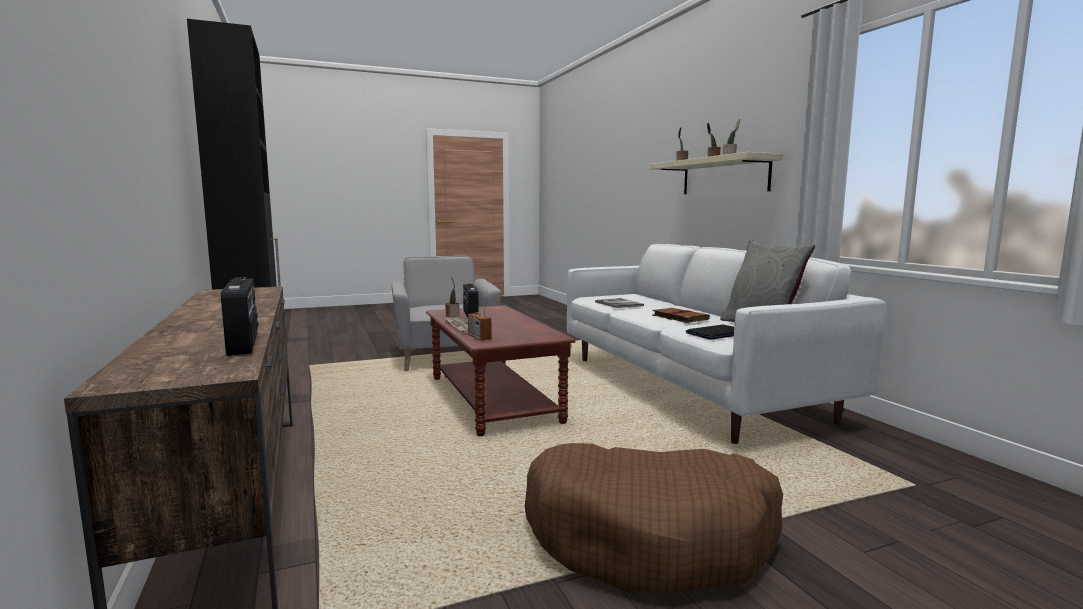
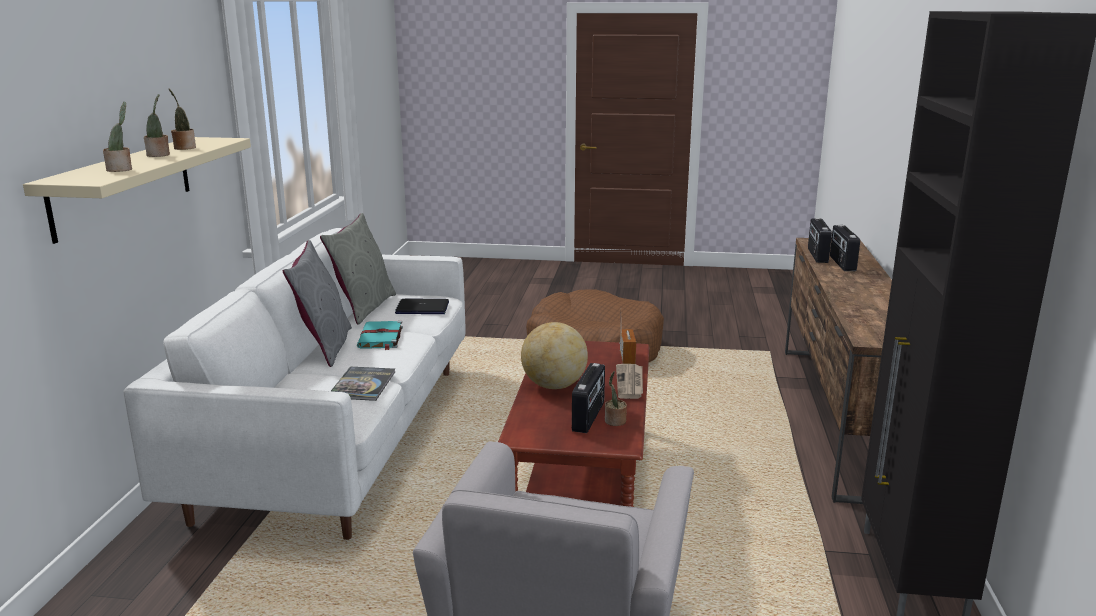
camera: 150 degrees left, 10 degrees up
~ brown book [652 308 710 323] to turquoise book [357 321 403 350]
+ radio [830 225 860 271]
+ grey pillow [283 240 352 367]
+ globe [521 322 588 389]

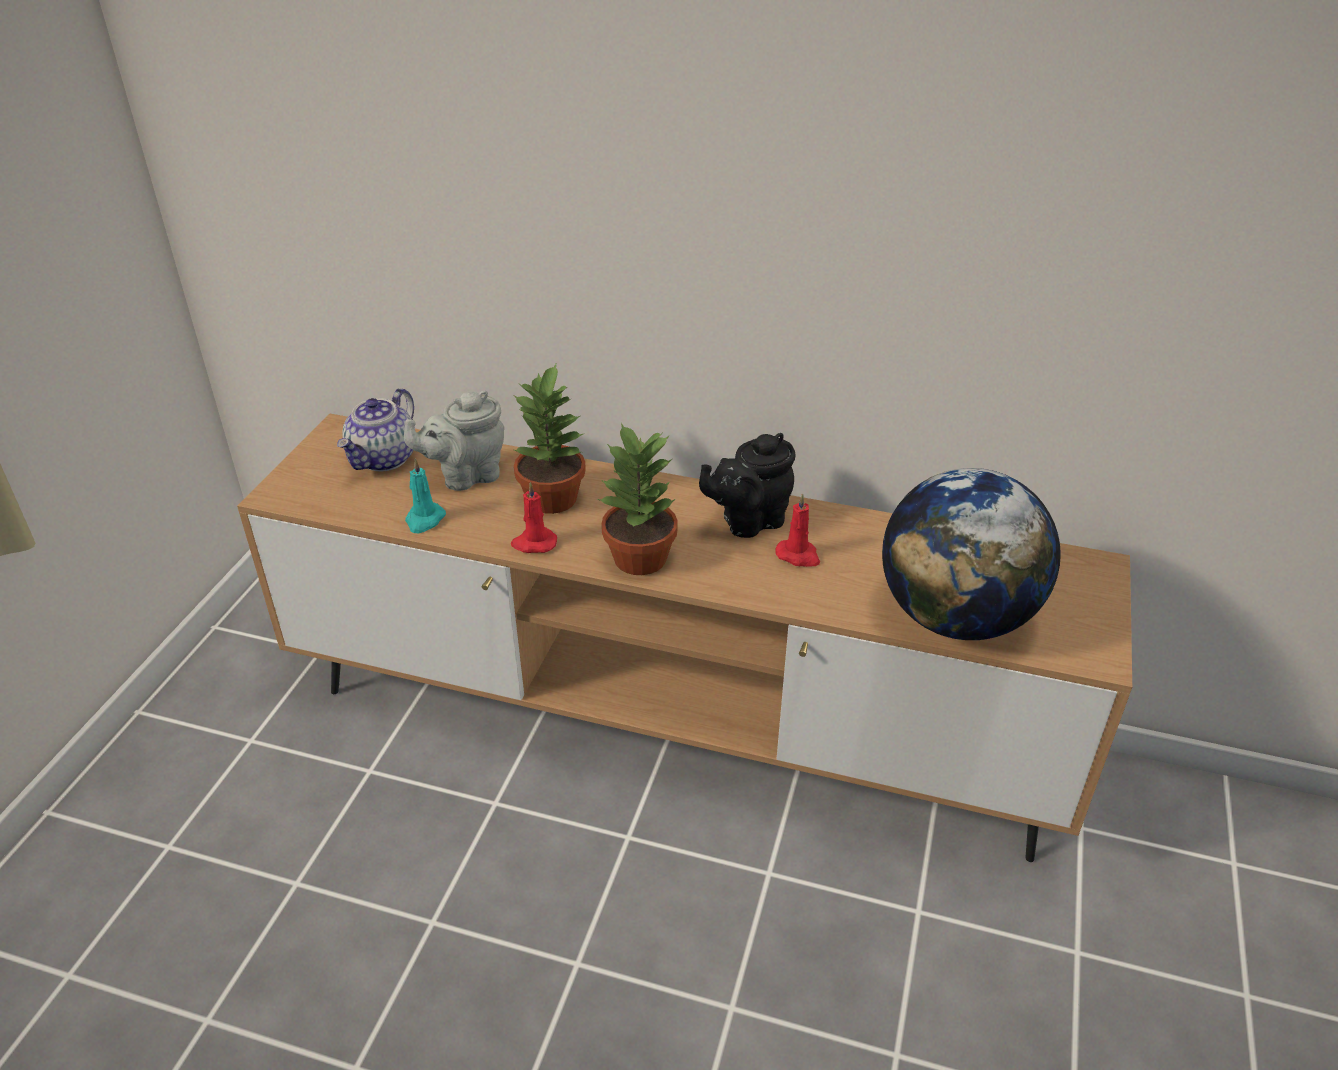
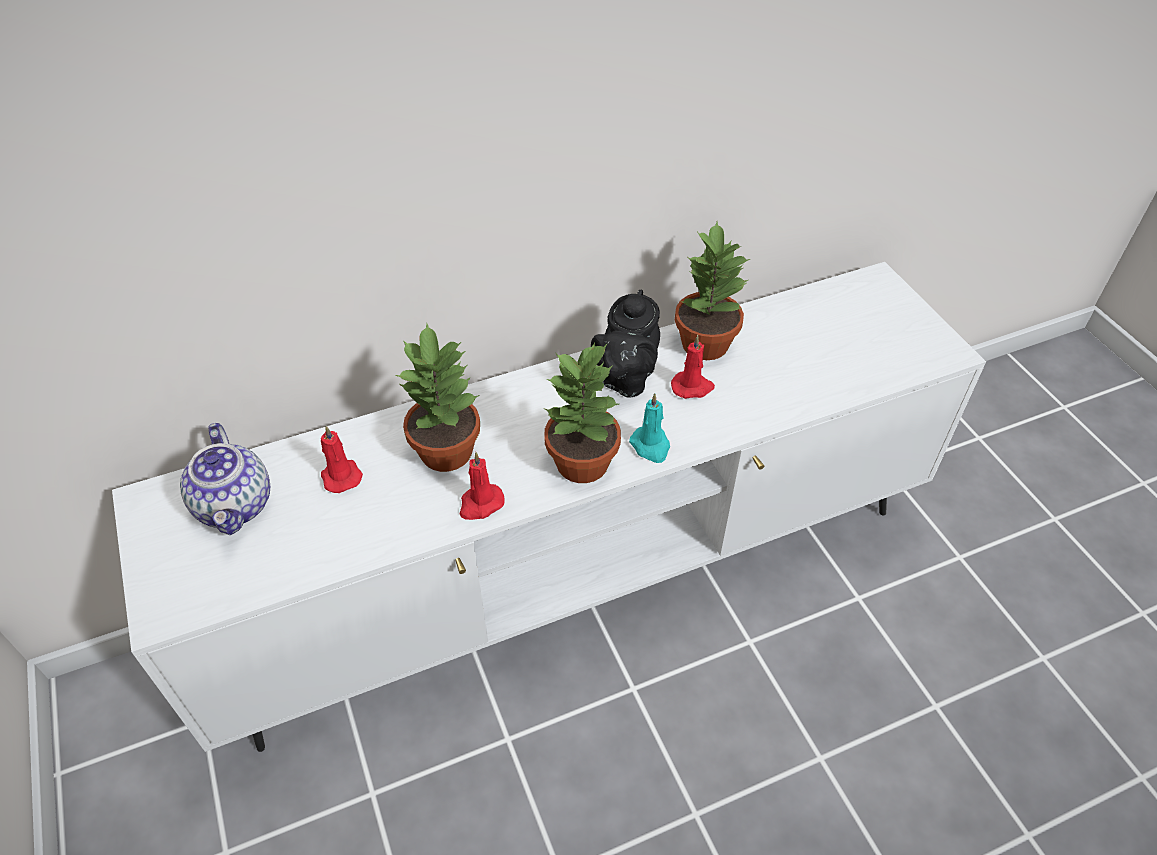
camera: 40 degrees left, 10 degrees up
~ grey teapot [404 390 504 491] to red candle [321 426 363 493]
~ brown tv stand [237 413 1132 862] to white tv stand [112 262 986 752]
~ turquoise candle [405 459 446 533] to [629 393 670 463]
- globe [882 468 1061 640]
+ potted plant [675 222 750 360]

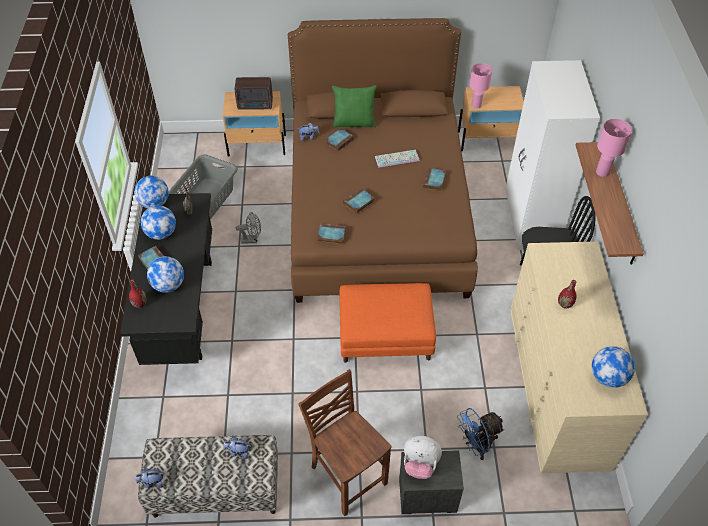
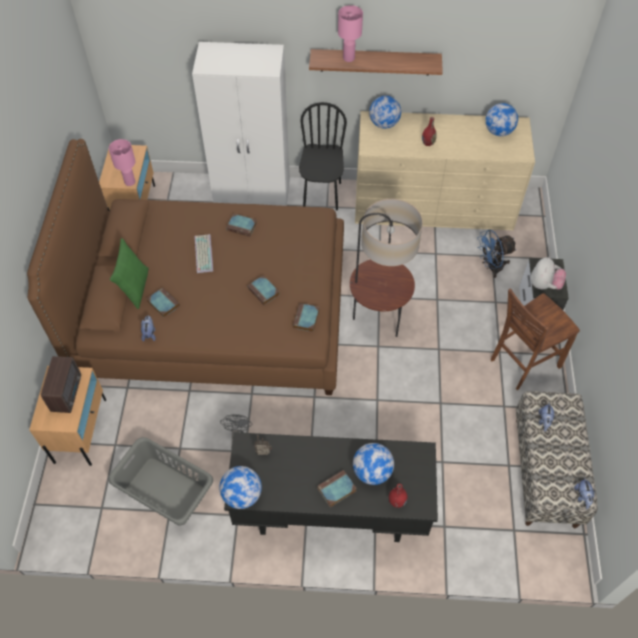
camera: 85 degrees left, 5 degrees up
~ globe [141 205 176 240] to [369 96 401 129]
~ orange ottoman [339 283 436 363] to floor lamp [350 199 423 337]
~ blue fan [457 408 505 460] = [477 230 517 278] 90 degrees clockwise

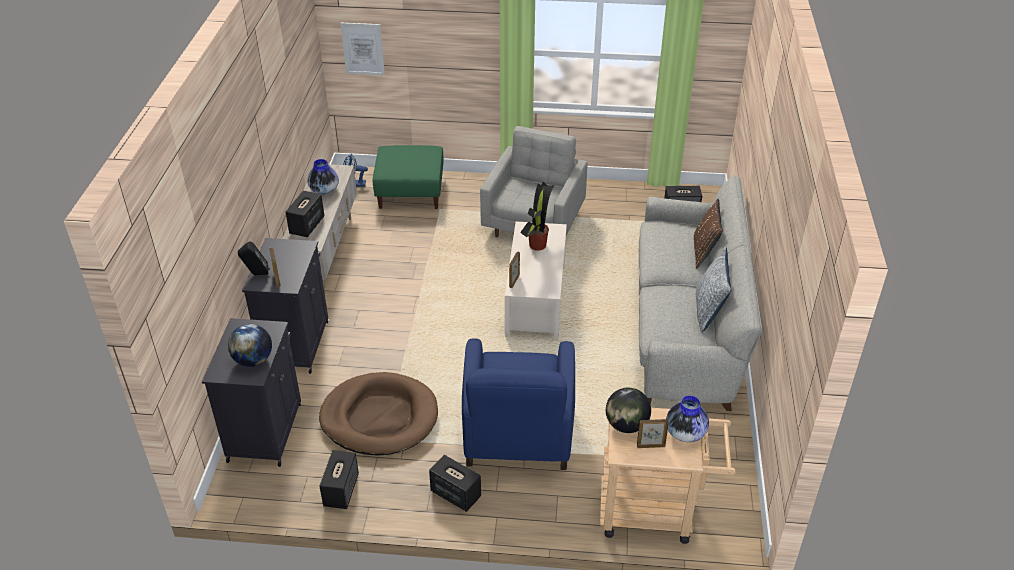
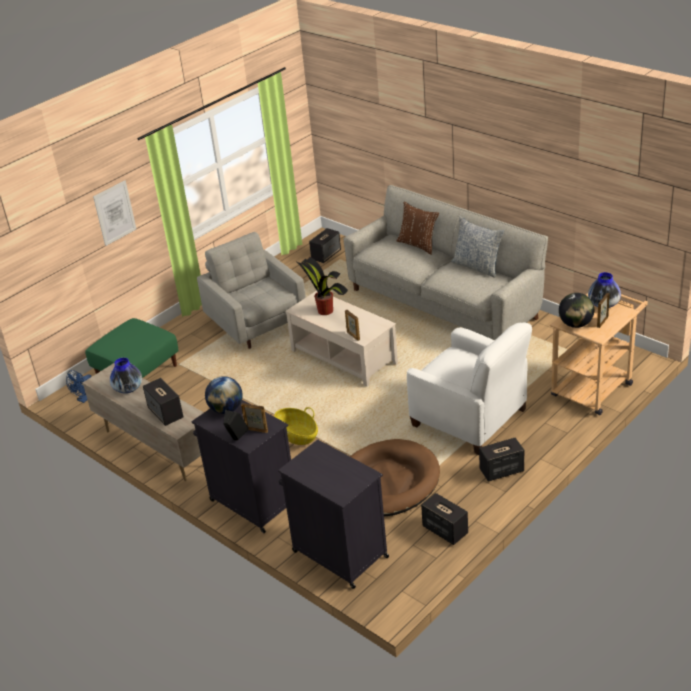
camera: 50 degrees left, 5 degrees down
~ picture [340 23 385 76] to [93 181 136 246]
~ globe [228 324 272 367] to [205 376 243 414]
~ blue armchair [462 338 575 470] to white armchair [407 323 532 455]
+ basket [274 407 318 445]

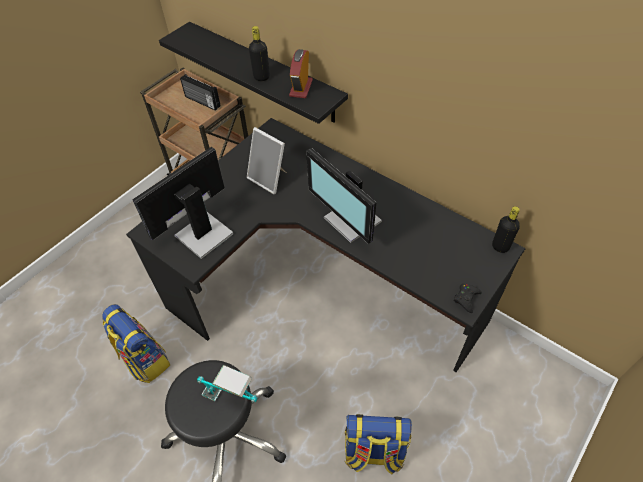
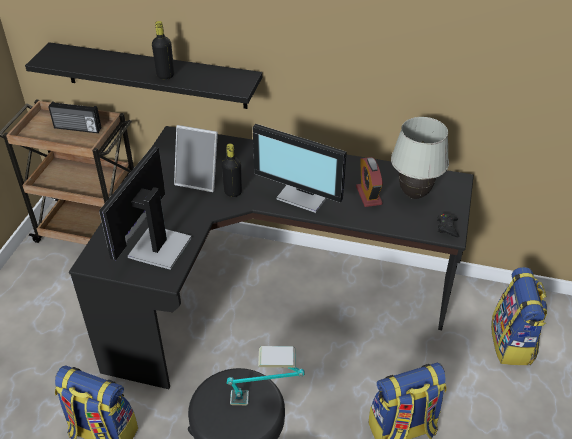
camera: 25 degrees left, 10 degrees down
~ alarm clock [289 49 313 98] to [356 157 383 207]
~ black bottle [492 206 520 253] to [222 144 242 197]
+ white table lamp [391 117 449 199]
+ backpack [491 267 547 365]

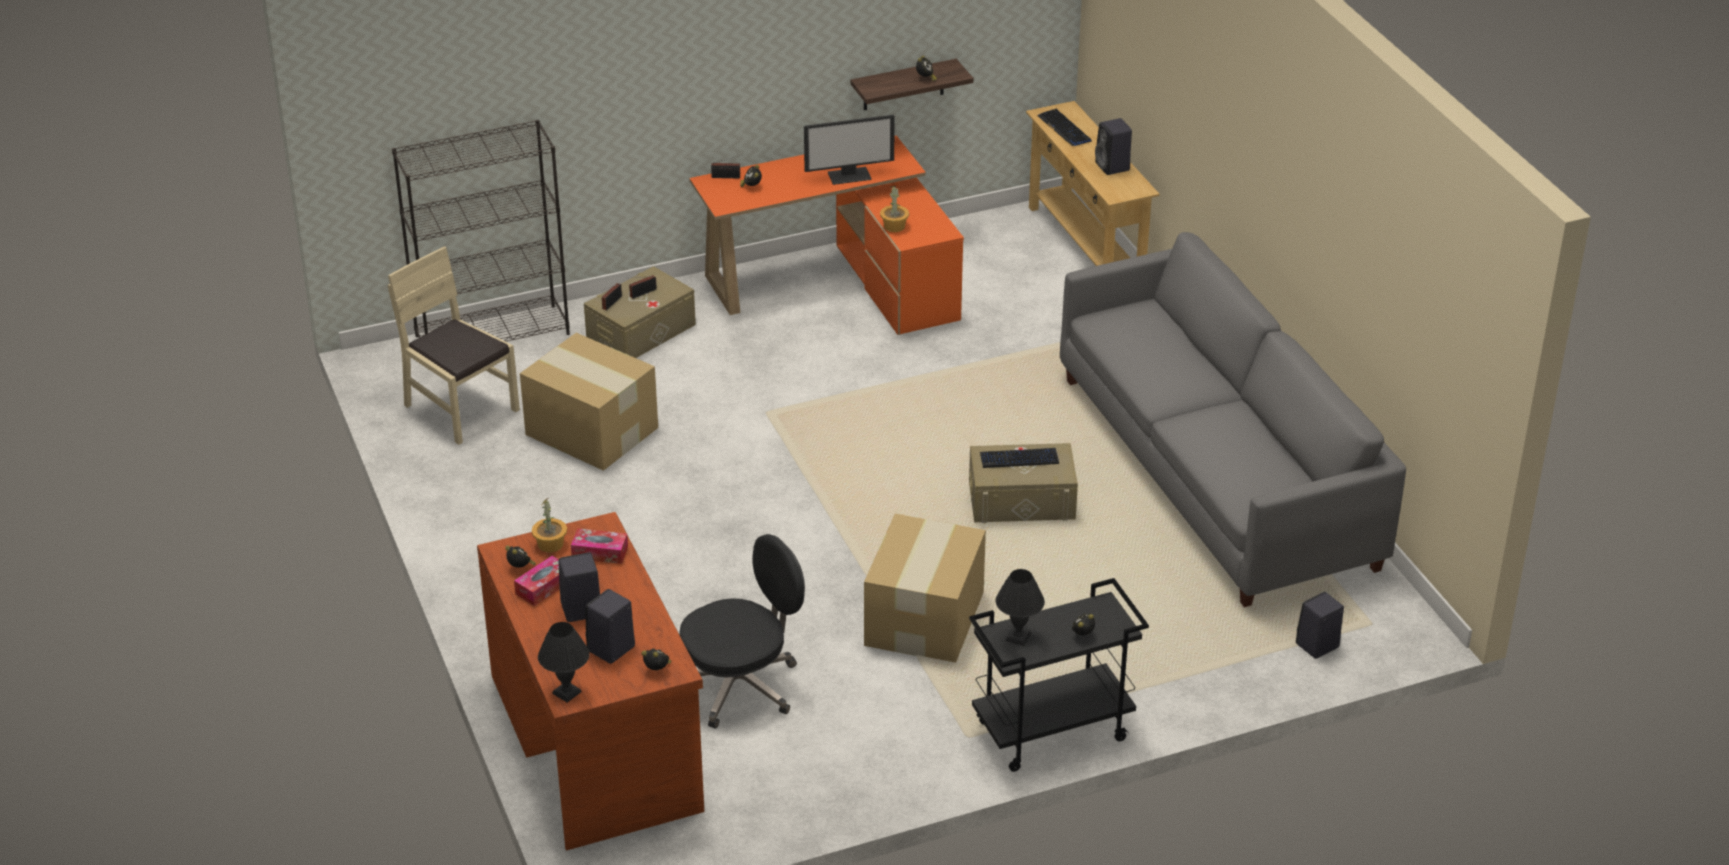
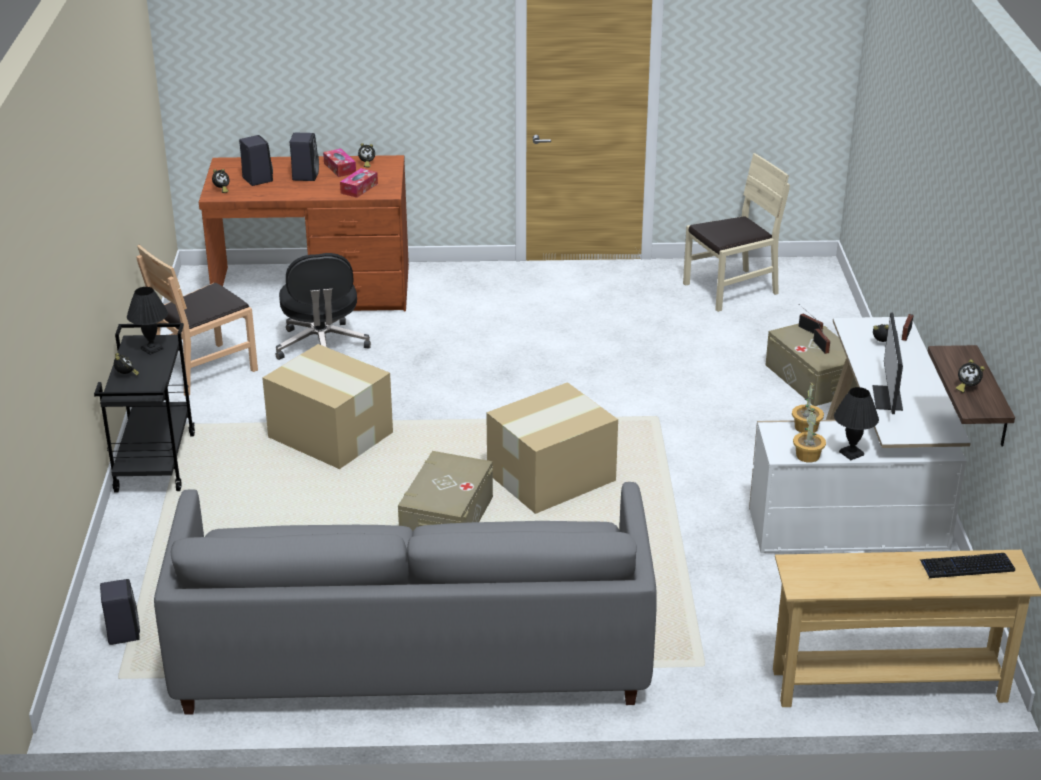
camera: 110 degrees right, 5 degrees down
- black speaker [1095 118 1132 175]
- black bookcase [392 120 570 342]
~ orange desk [689 135 964 335] to white desk [749 317 971 553]
~ cardboard box [520 333 658 471] to [486 382 618 514]
- keyboard [980 448 1059 468]
~ potted plant [532 498 567 552] to [793 410 826 463]
~ black table lamp [538 622 589 703] to [834 387 879 460]
+ brown chair [137 245 258 395]

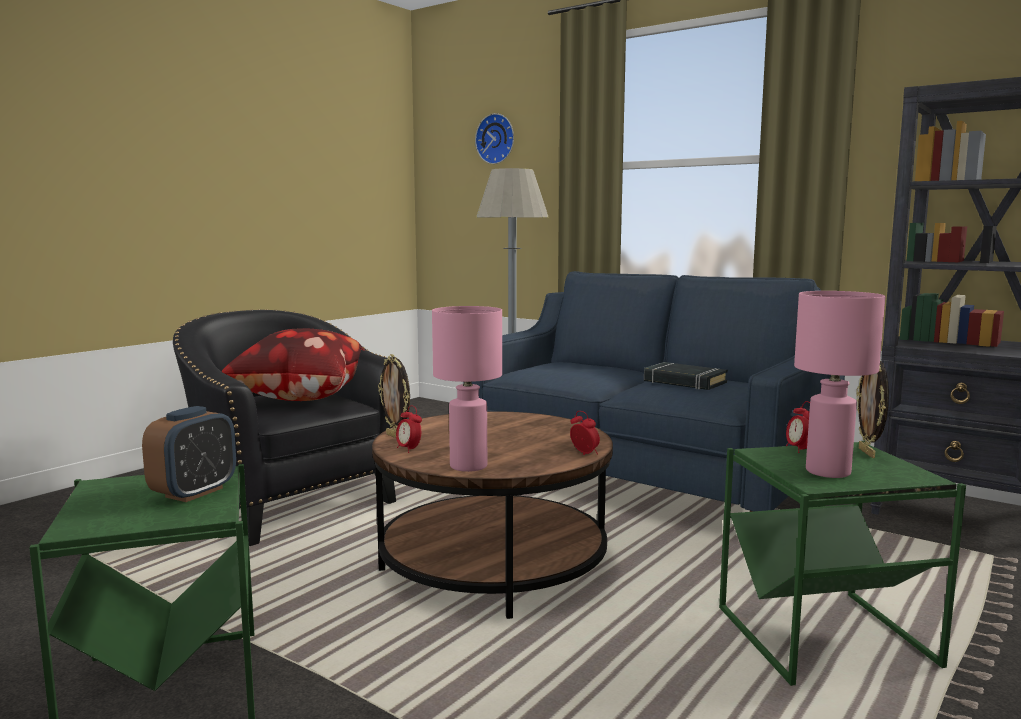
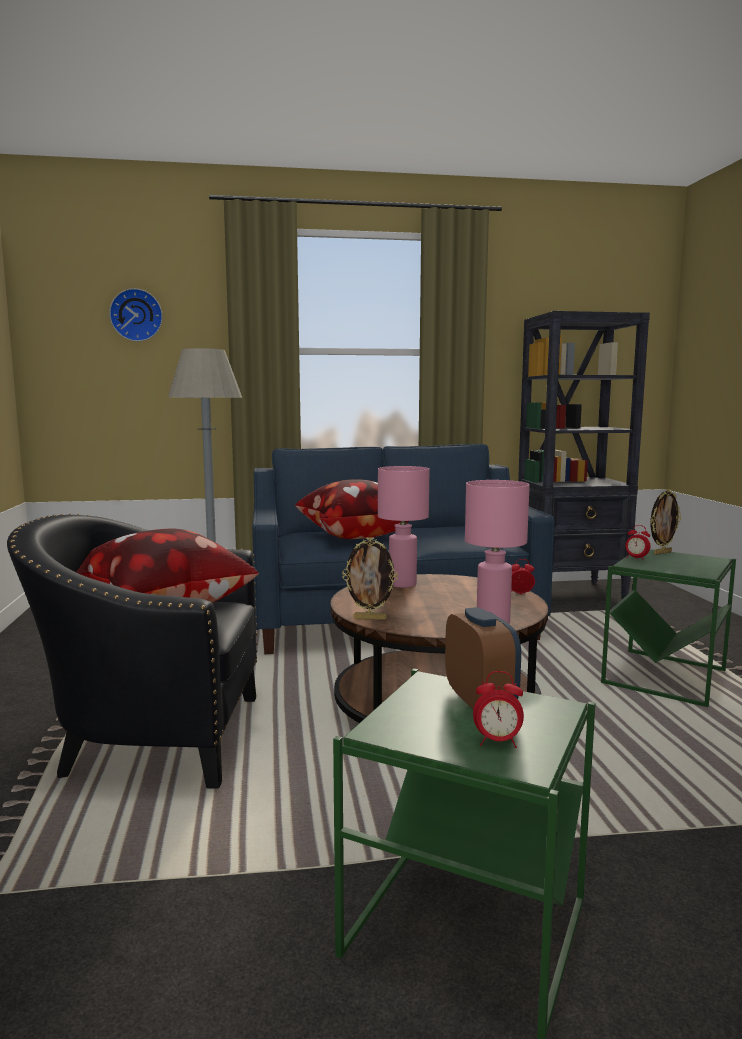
camera: 45 degrees left, 0 degrees up
~ pink table lamp [794 291 885 478] to [378 466 429 588]
~ picture frame [856 361 889 458] = [650 489 681 555] 75 degrees counterclockwise
- black book [644 362 728 390]
~ alarm clock [396 405 422 453] to [473 671 524 748]
+ pillow [295 479 408 539]

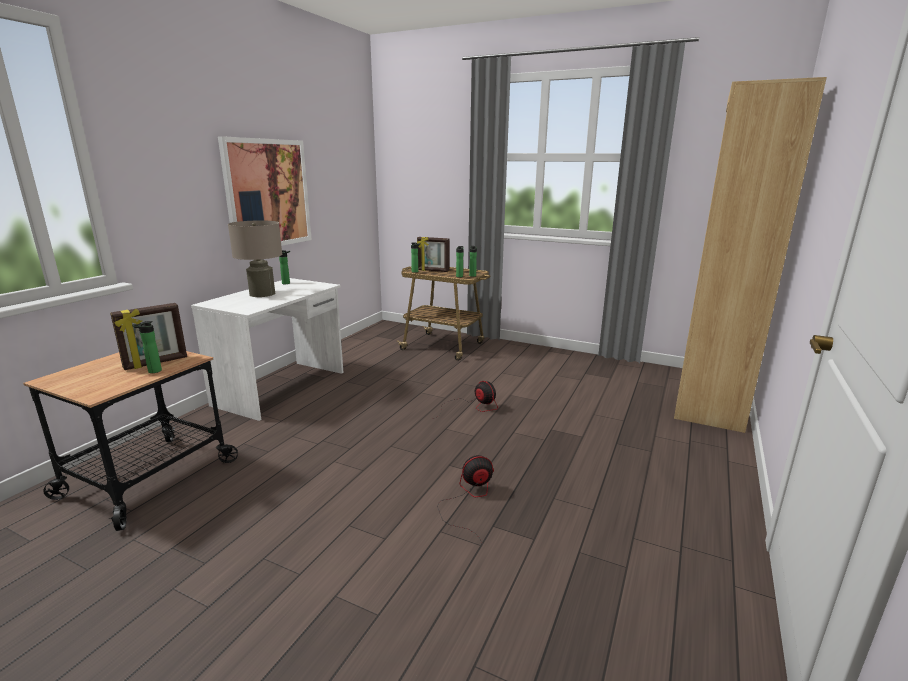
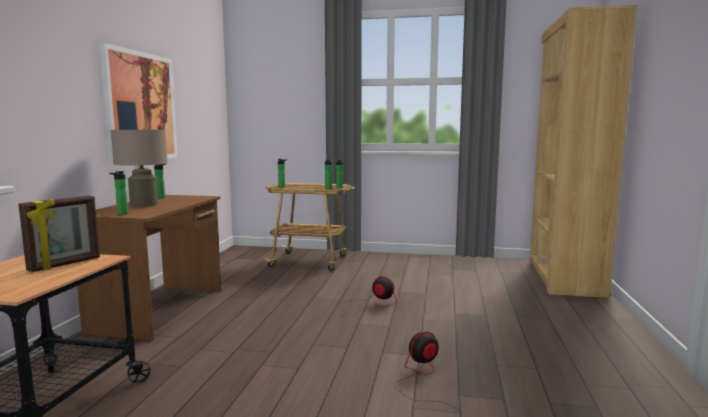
camera: 15 degrees left, 10 degrees down
- picture frame [417 237 450 272]
~ white desk [191 278 344 421] to brown desk [77 195 221 340]
~ bottle [132 321 162 373] to [109 171 128 215]

